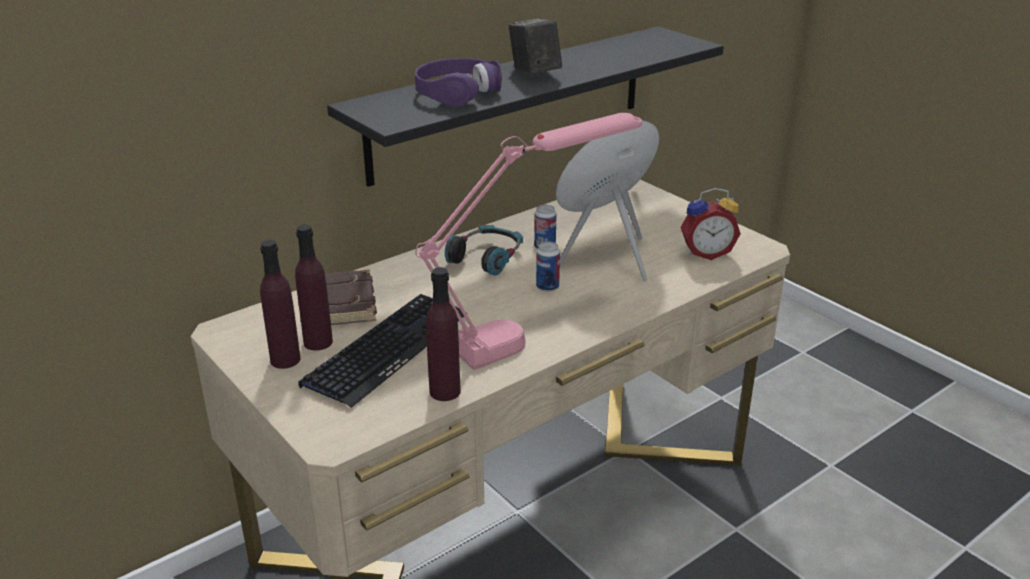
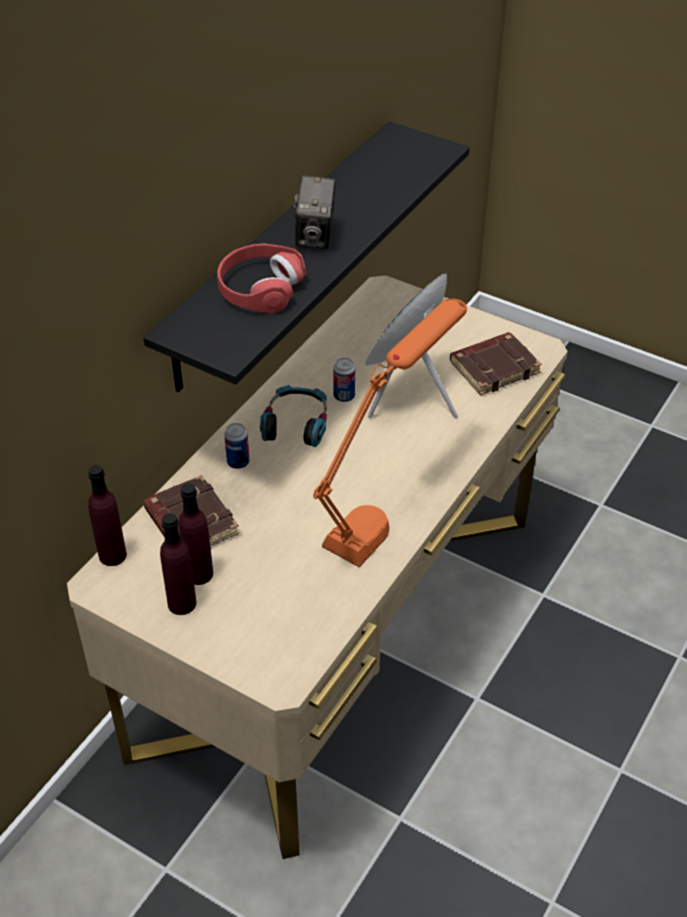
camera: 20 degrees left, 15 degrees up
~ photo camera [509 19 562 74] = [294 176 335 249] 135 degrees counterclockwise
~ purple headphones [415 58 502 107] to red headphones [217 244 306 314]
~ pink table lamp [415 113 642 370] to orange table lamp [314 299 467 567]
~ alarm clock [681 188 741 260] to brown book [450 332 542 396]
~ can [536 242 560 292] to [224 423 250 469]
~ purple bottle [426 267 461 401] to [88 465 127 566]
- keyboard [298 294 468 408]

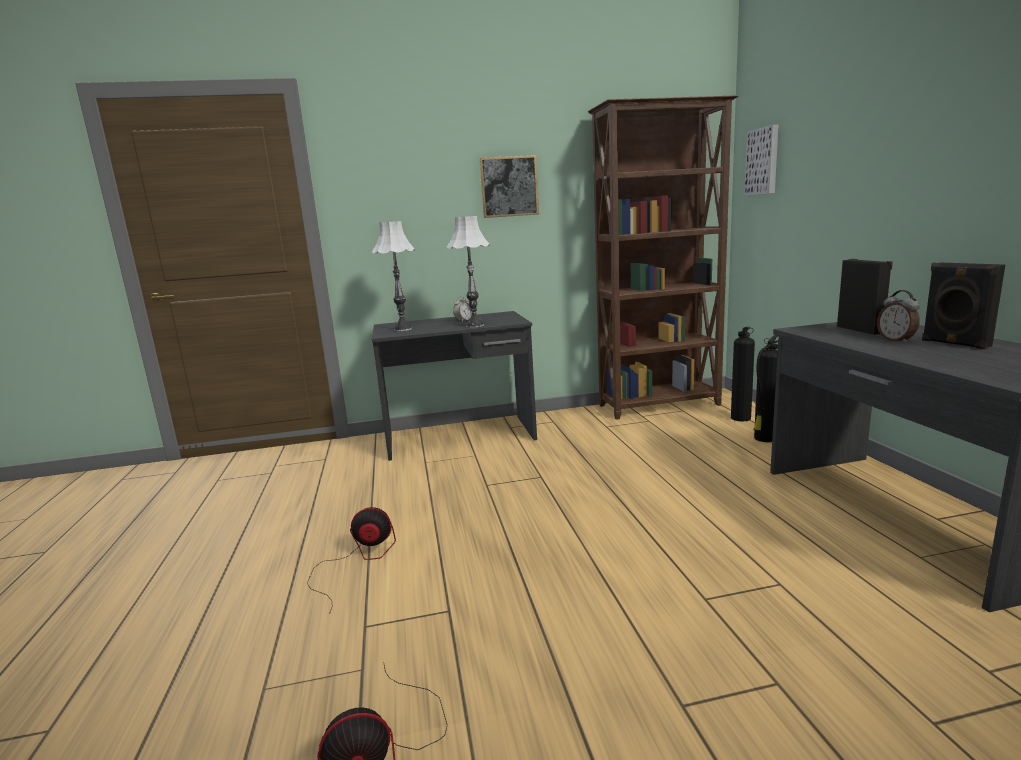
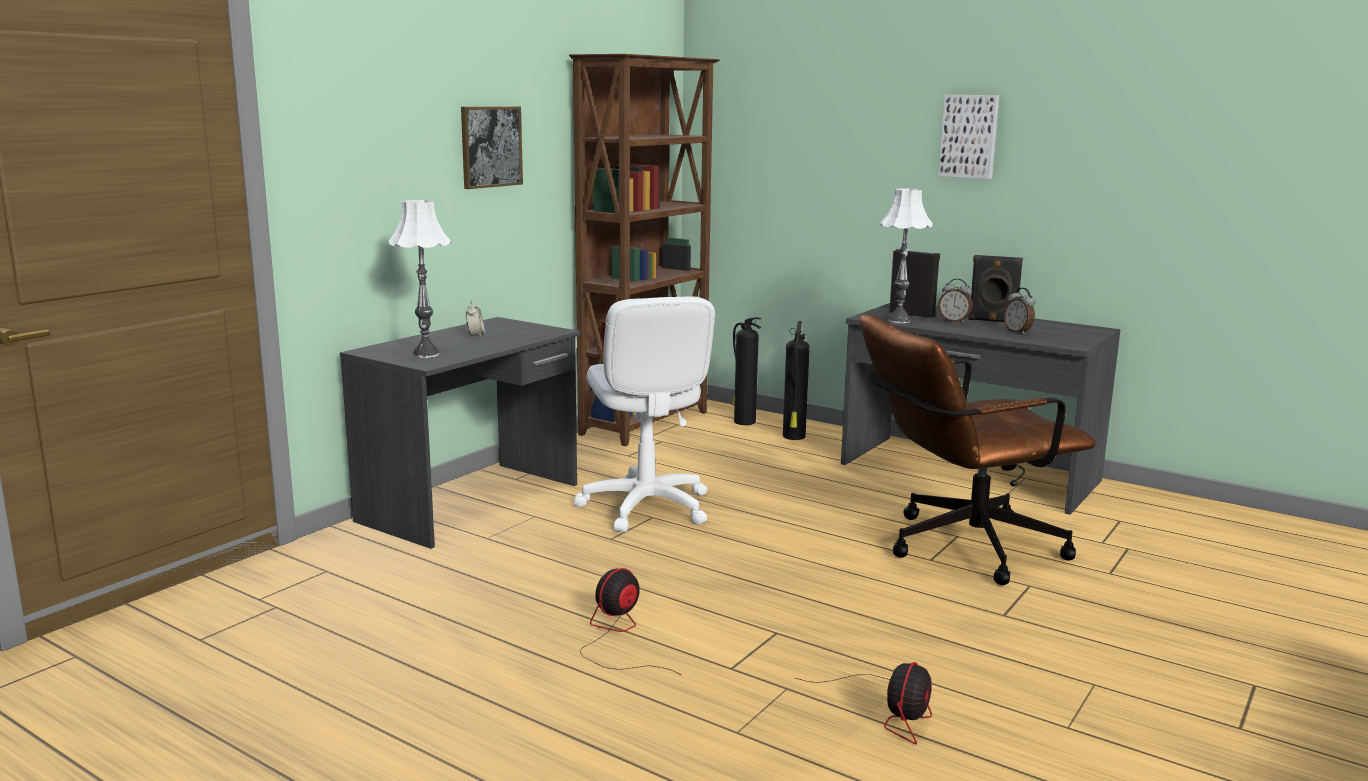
camera: 45 degrees left, 0 degrees up
~ picture [744 125 778 196] to [938 95 999 179]
~ white table lamp [447 216 490 327] to [880 188 933 323]
+ alarm clock [1003 288 1035 335]
+ white office chair [573 296 715 532]
+ brown office chair [860 314 1096 585]

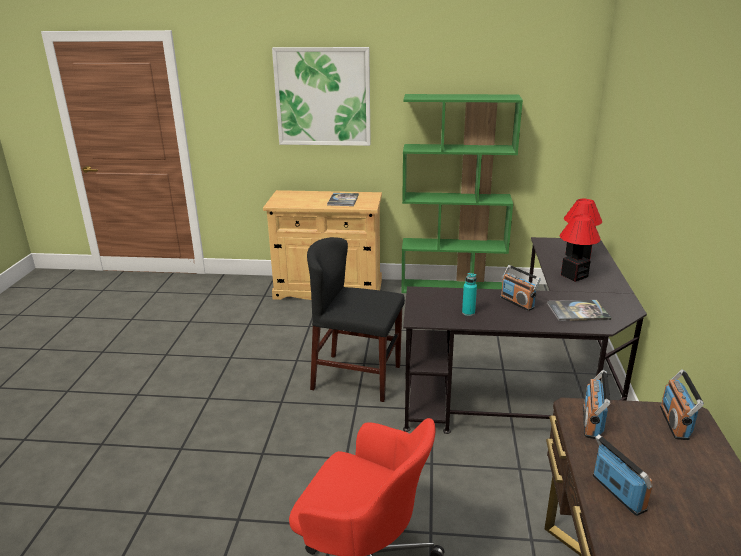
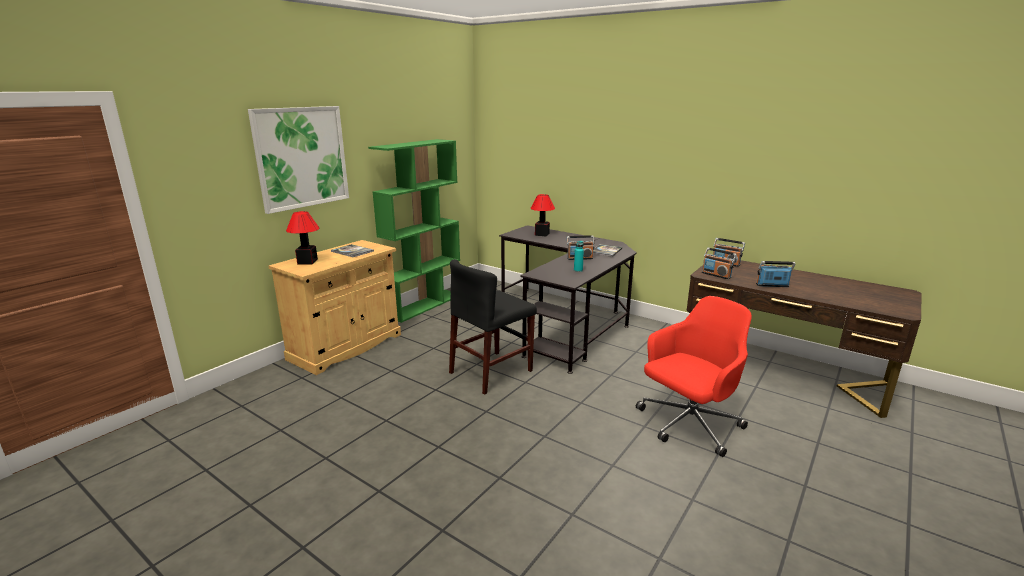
camera: 60 degrees left, 5 degrees down
~ table lamp [560 215 601 282] to [286 211 319 265]

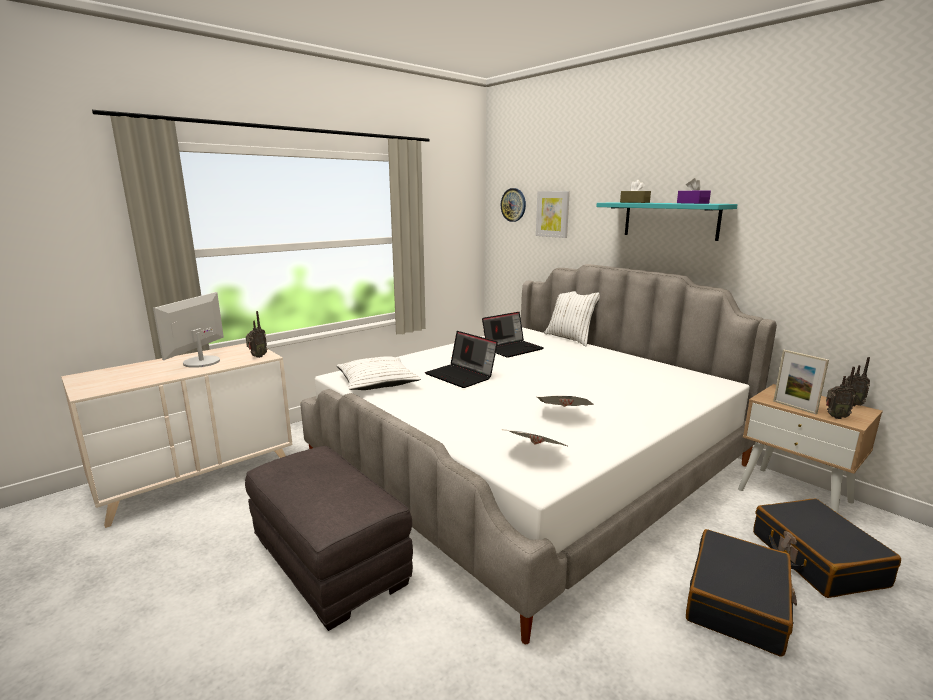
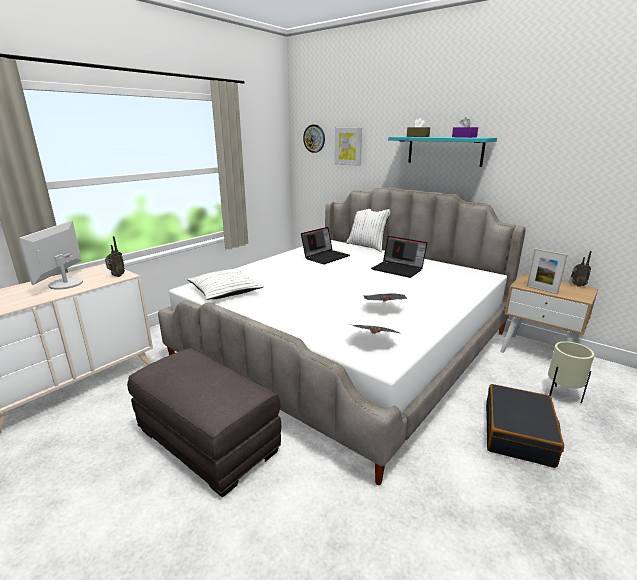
camera: 10 degrees left, 5 degrees up
~ laptop [425 331 498 388] to [371 236 427 278]
- radio [826 367 856 419]
~ black suitcase [753 498 901 598] to beige planter [548 341 594 403]

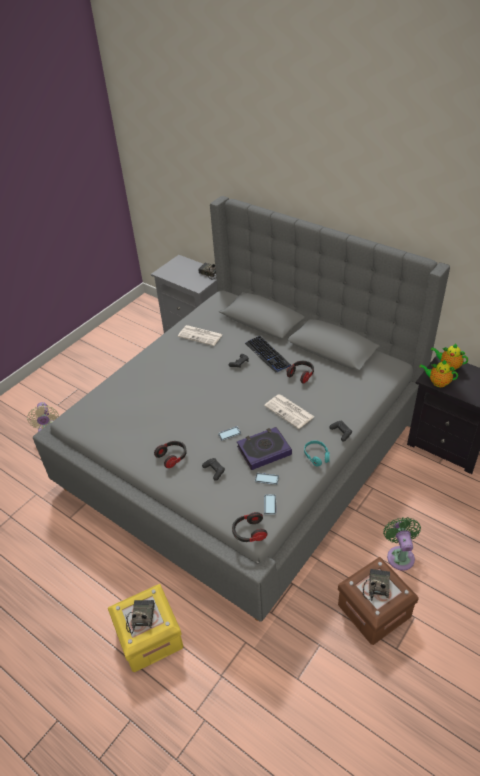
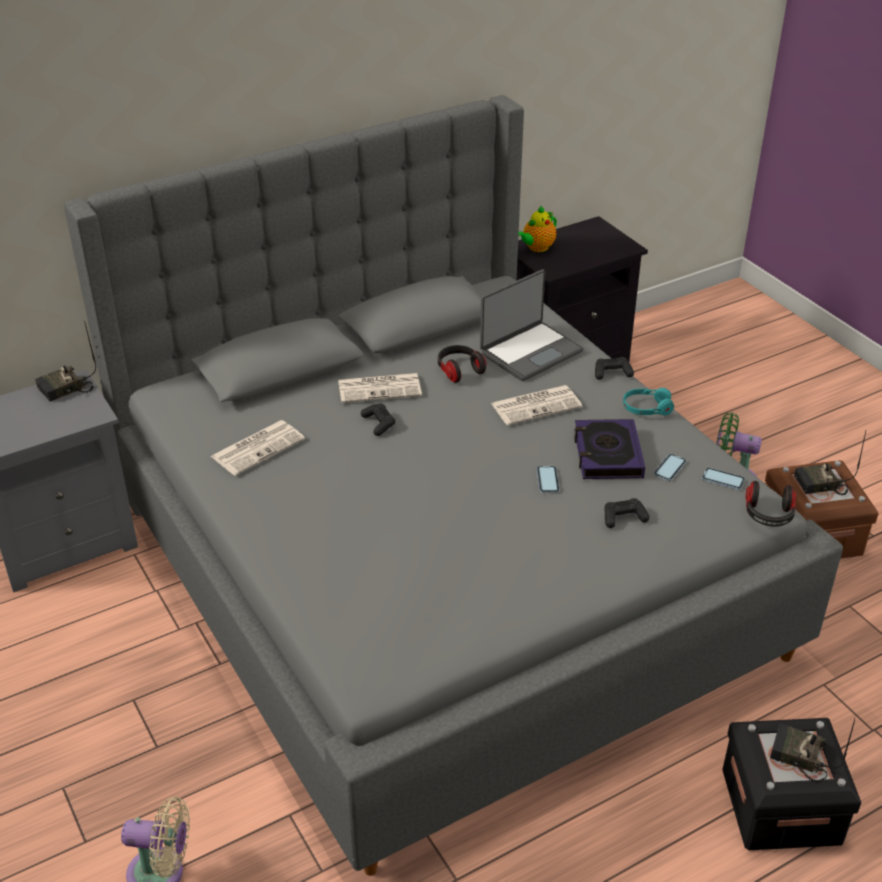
camera: 70 degrees left, 5 degrees down
~ keyboard [245 336 291 373] to newspaper [338 373 422 403]
- teapot [419 360 458 387]
- headphones [154 441 187 468]
~ radio [363 569 390 601] = [794 432 866 495] 45 degrees counterclockwise
~ yellow storage box [108 584 183 672] to black storage box [722 718 861 850]
+ laptop [480 269 584 381]

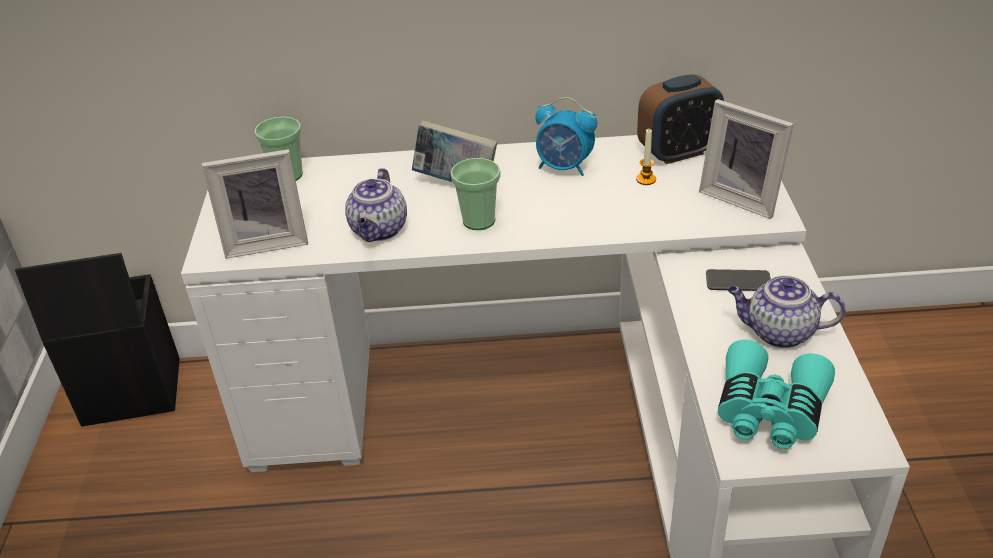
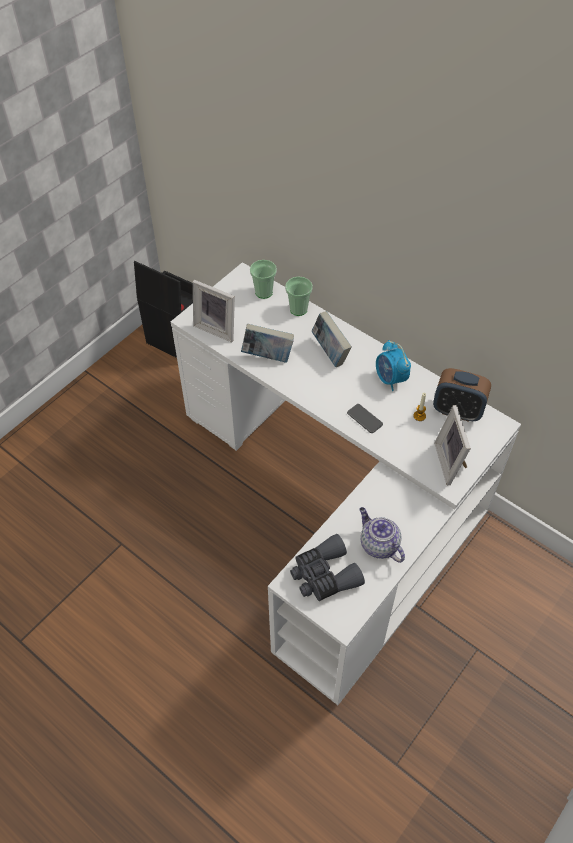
camera: 40 degrees right, 15 degrees up
~ cup [450 158 500 230] to [285 277 313 316]
~ teapot [345 168 407 242] to book [241 324 294 363]
~ phone [706 269 771 291] to [347 404 383 433]
~ turquoise binoculars [718 340 835 449] to grey binoculars [290 534 365 601]

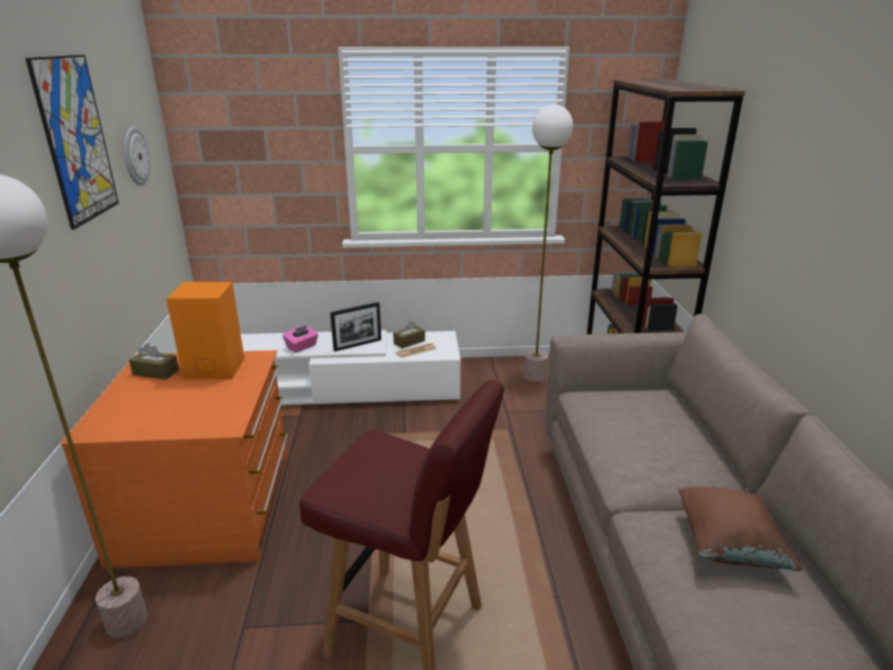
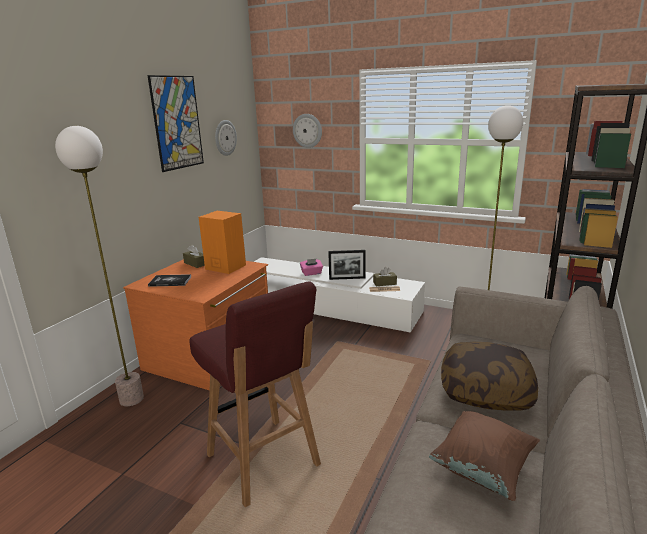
camera: 30 degrees right, 5 degrees down
+ wall clock [293 114 322 148]
+ book [148 274 191 287]
+ pillow [441 342 538 411]

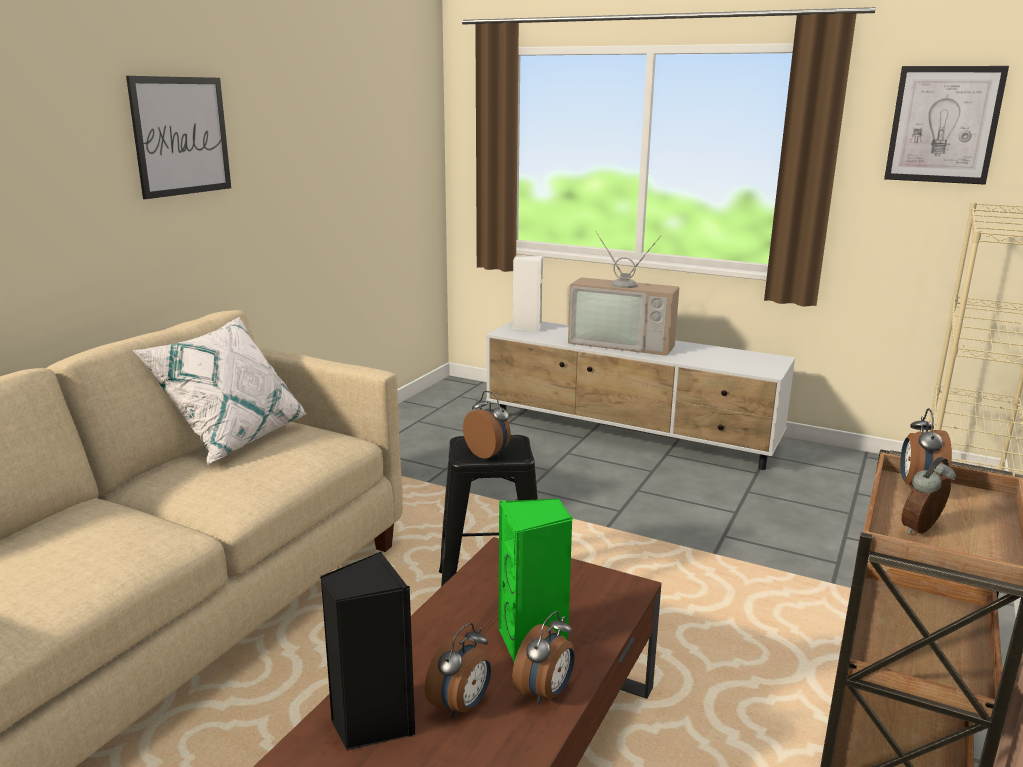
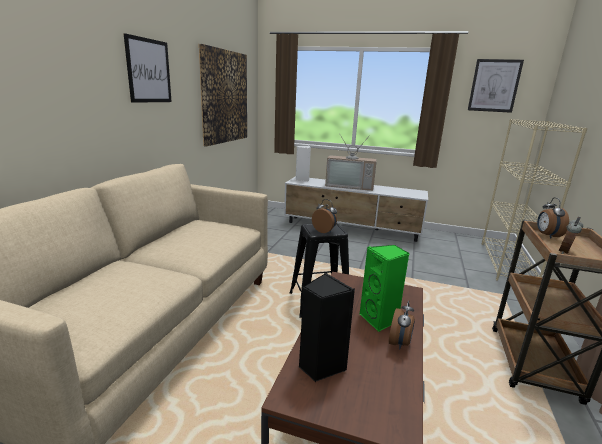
camera: 10 degrees left, 0 degrees up
- white pillow [133 317 306 465]
- alarm clock [425 622 491 718]
+ picture [198 44 247 147]

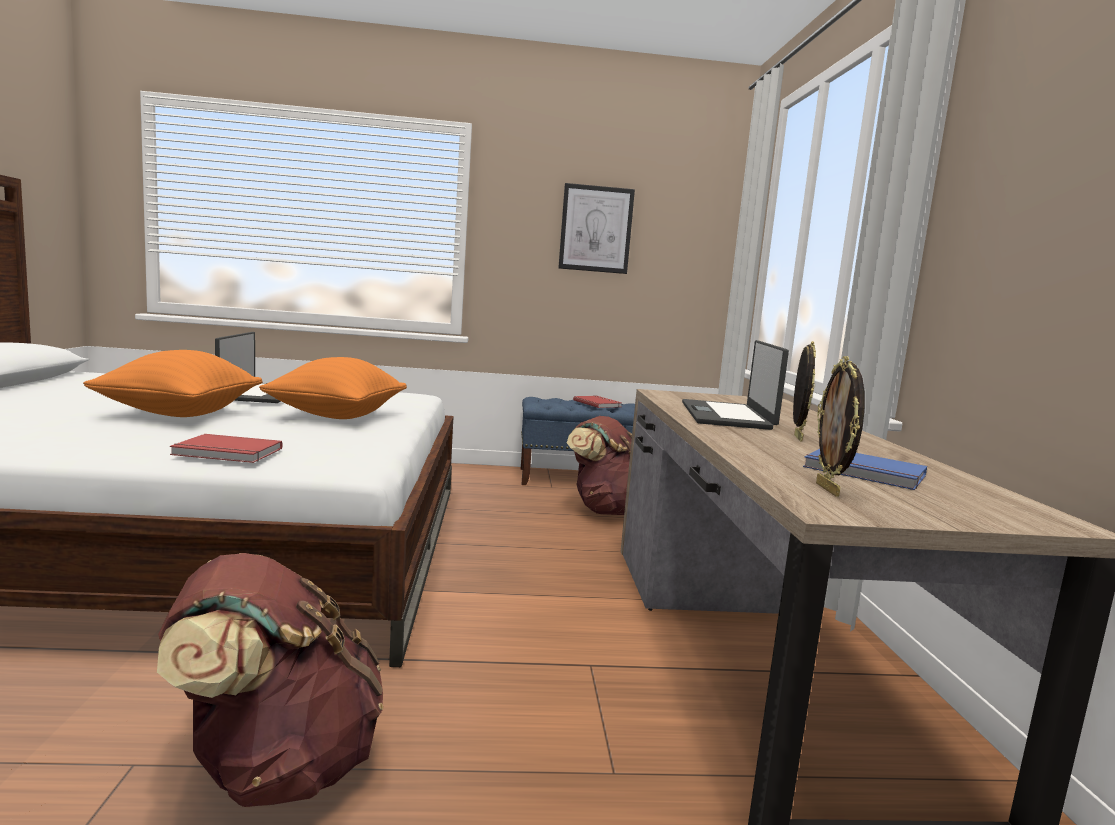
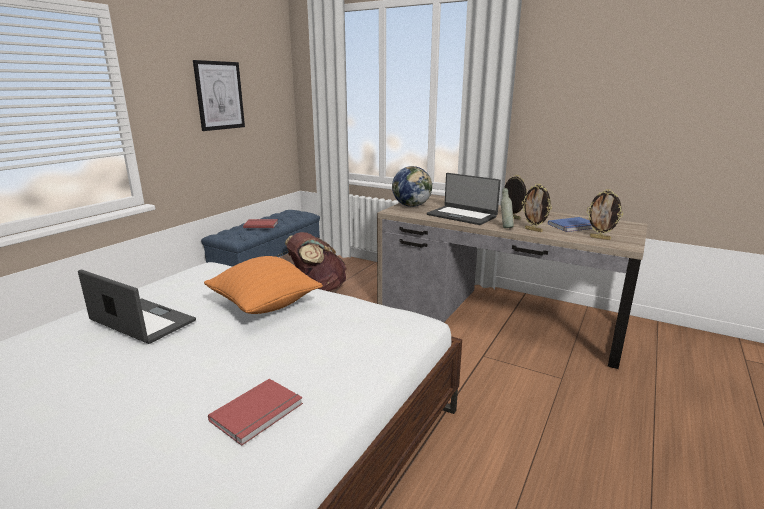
camera: 55 degrees left, 10 degrees up
- orange pillow [83 350 262 417]
~ red book [170 434 282 463] to [208 378 303 446]
- brown backpack [157 553 383 807]
+ globe [392 166 433 207]
+ picture frame [522 184 552 232]
+ grey bottle [501 188 514 228]

